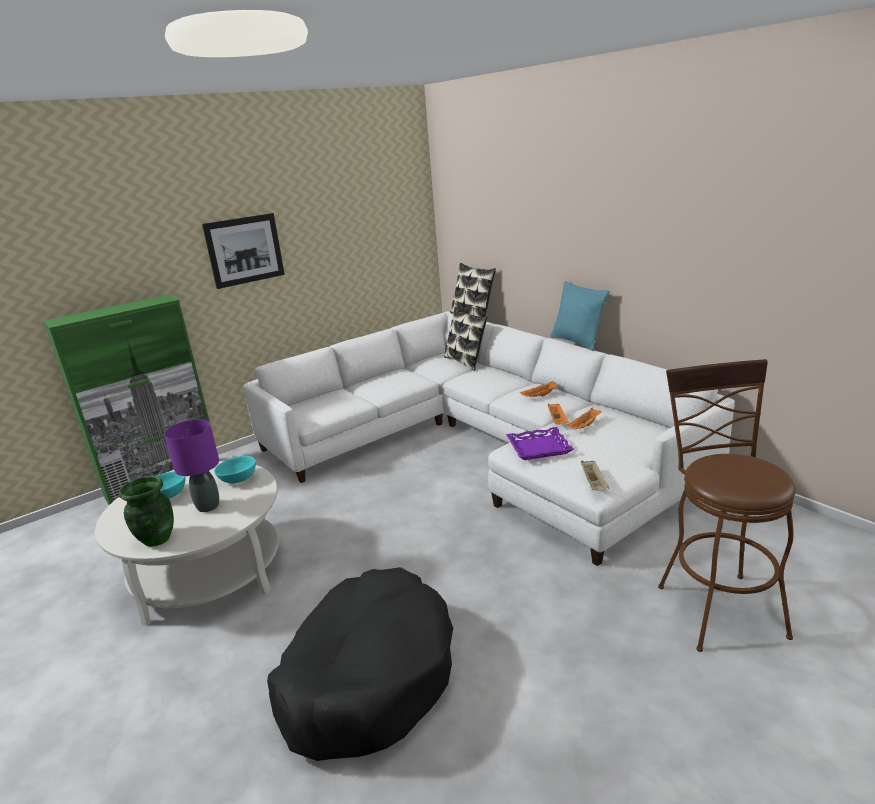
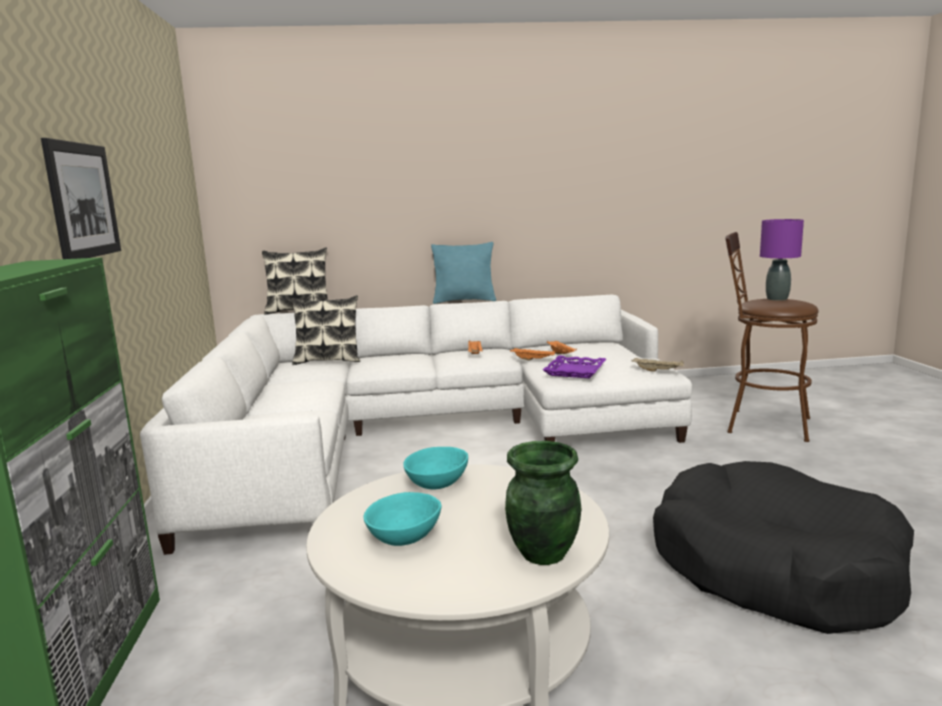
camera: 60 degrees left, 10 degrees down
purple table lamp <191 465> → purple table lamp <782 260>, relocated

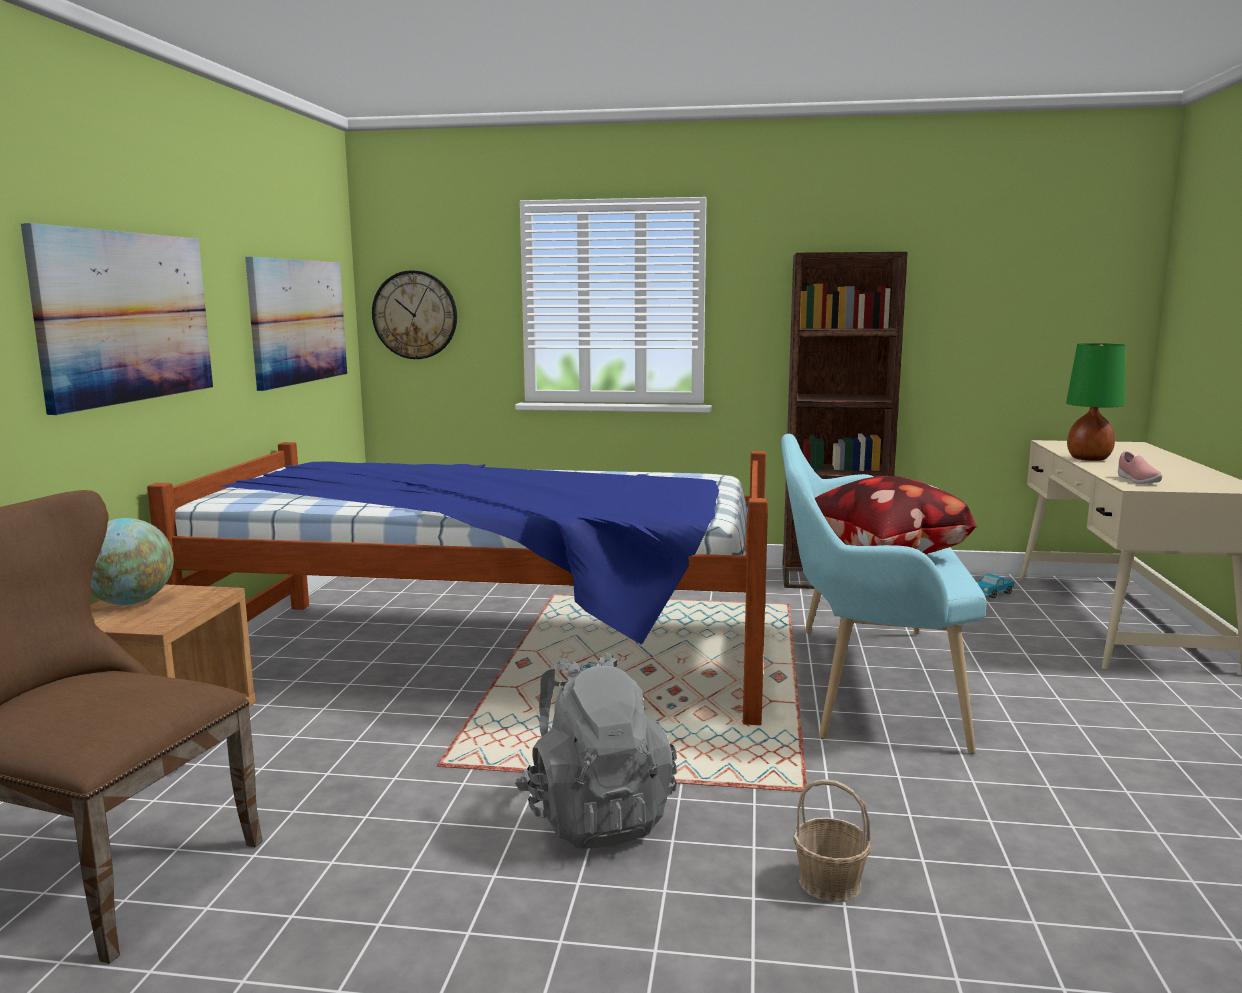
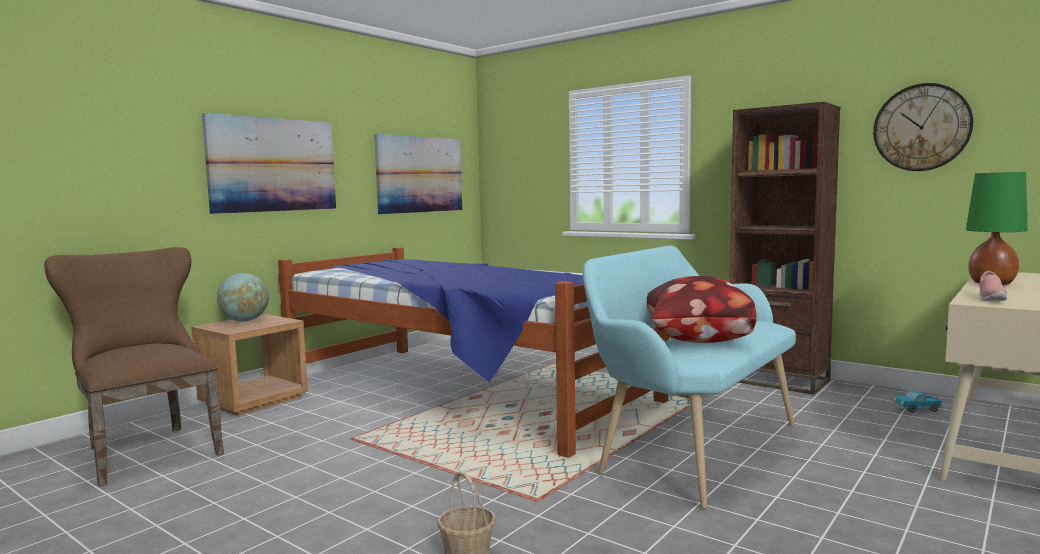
camera: 30 degrees right, 5 degrees down
grey backpack <595 751> → -
wall clock <414 314> → wall clock <923 127>, relocated

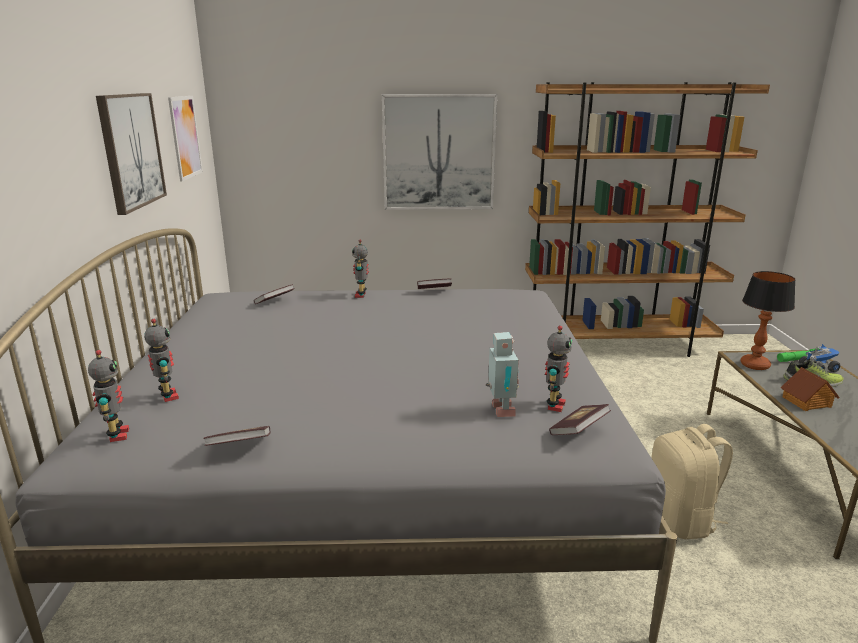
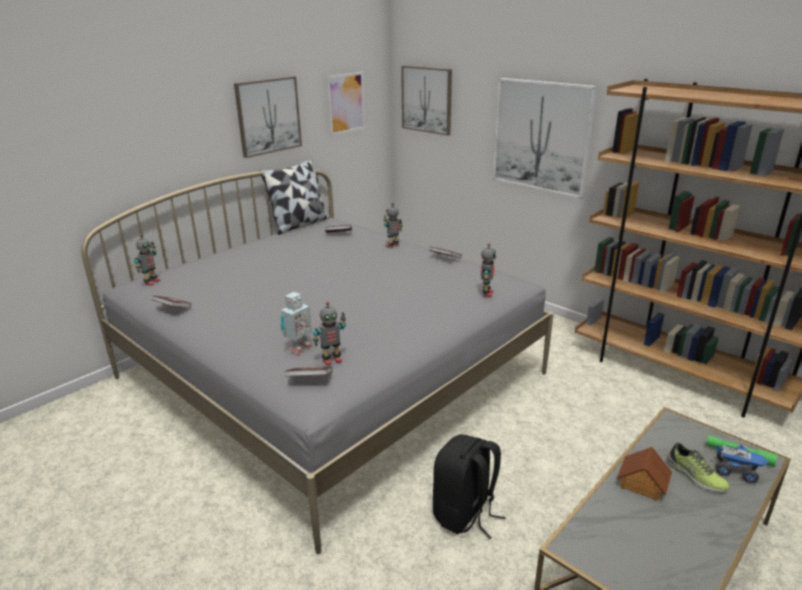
camera: 45 degrees right, 5 degrees up
table lamp <767 320> → -
- → pillow <294 197>
- → picture <426 100>
toy robot <161 360> → toy robot <488 270>, relocated
beige backpack <692 481> → black backpack <469 486>

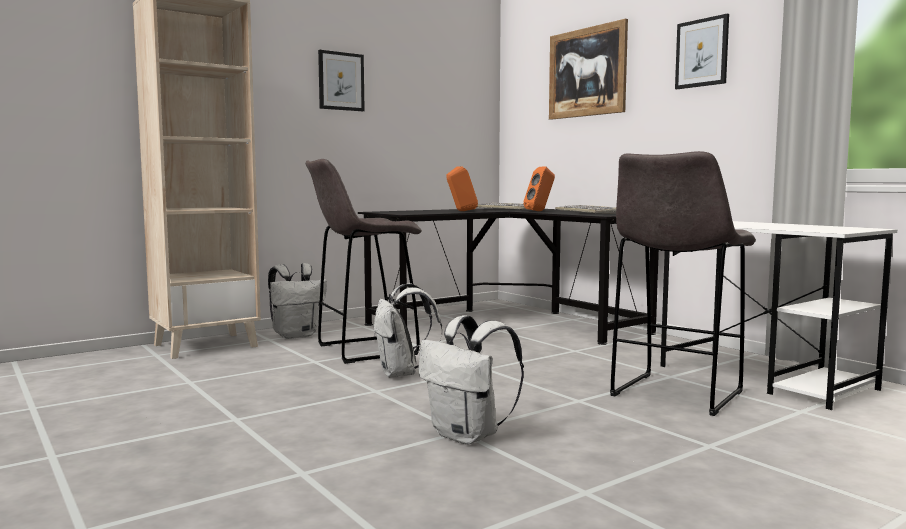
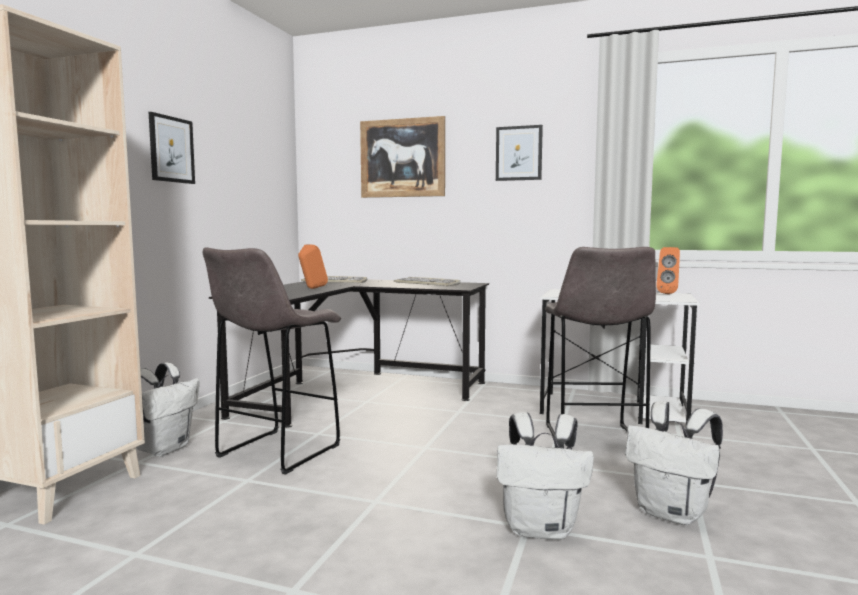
camera: 35 degrees left, 0 degrees up
white backpack <408 330> → white backpack <674 463>, relocated
orange speaker <539 188> → orange speaker <668 270>, relocated

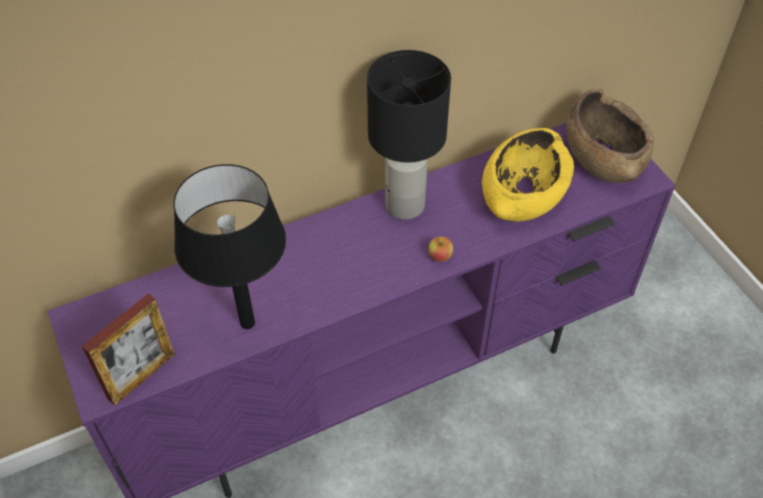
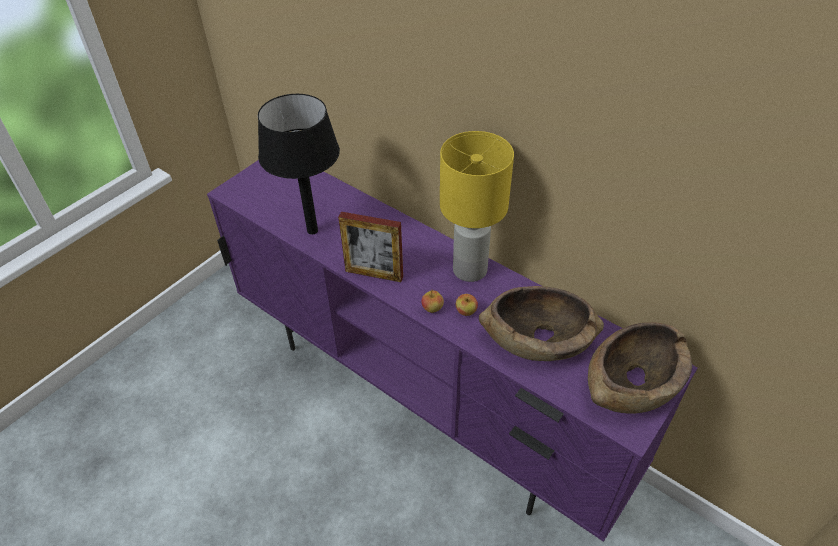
camera: 65 degrees right, 5 degrees down
- → apple <467 305>
picture frame <128 349> → picture frame <370 247>, relocated
black table lamp <409 135> → yellow table lamp <477 206>
yellow bowl <528 175> → brown bowl <541 323>

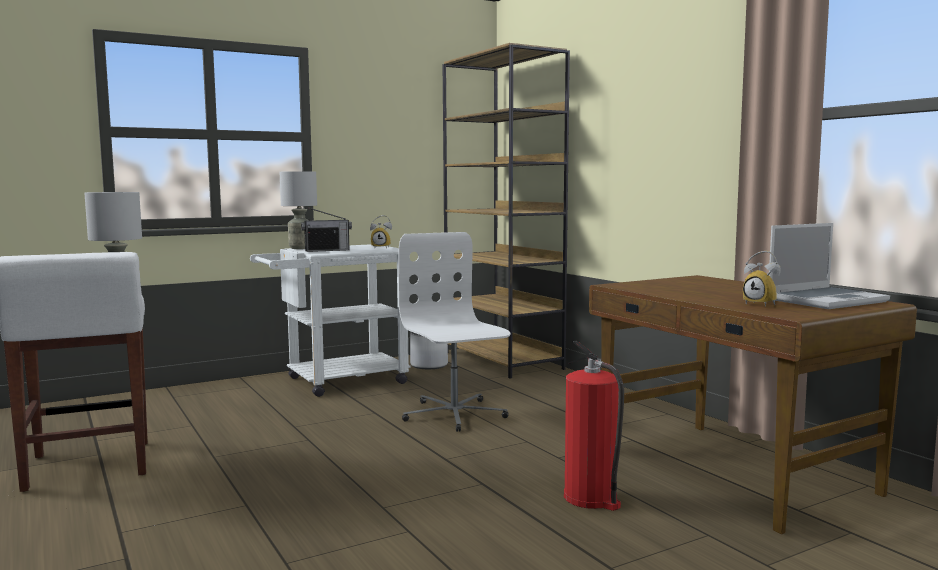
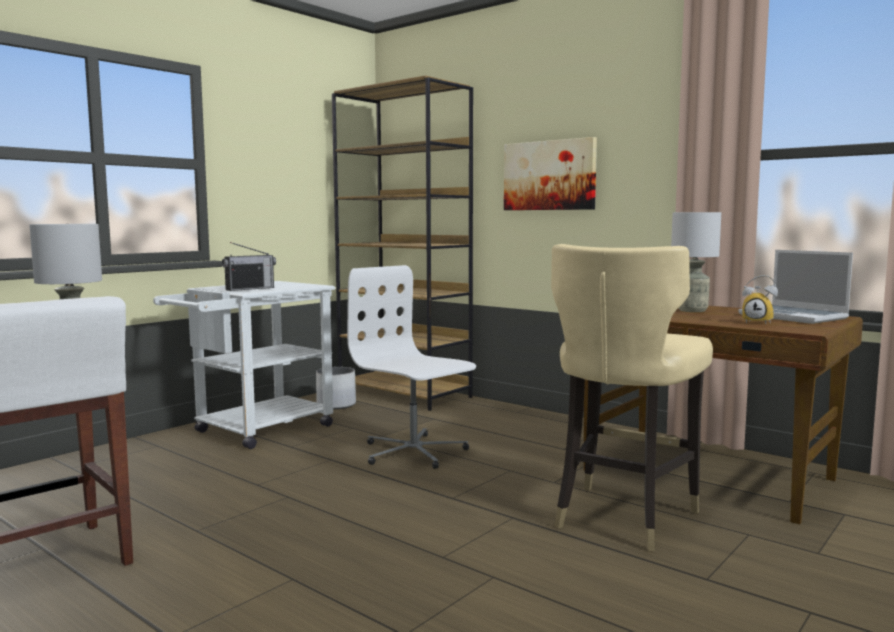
camera: 20 degrees left, 0 degrees up
alarm clock <381 232> → -
- → picture <550 173>
grey table lamp <298 210> → grey table lamp <696 262>, relocated
fire extinguisher <594 426> → beige chair <632 397>
laptop <829 266> → laptop <795 287>, 105 degrees clockwise

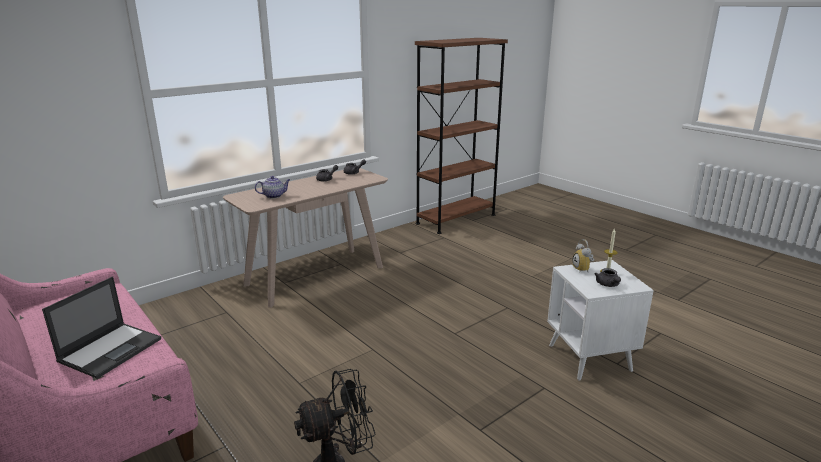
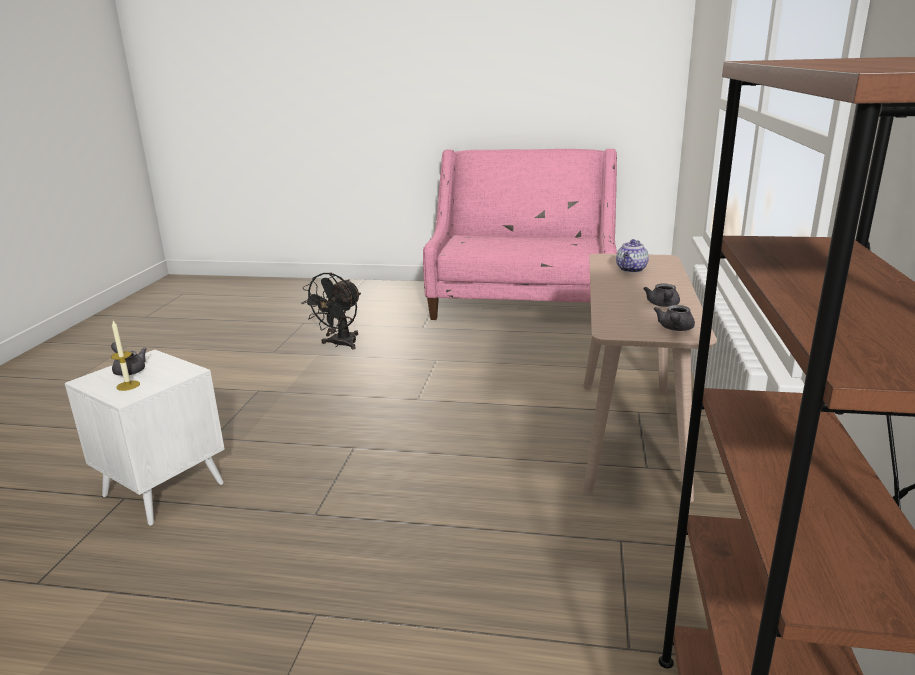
camera: 140 degrees right, 0 degrees up
laptop <101 327> → -
alarm clock <583 255> → -

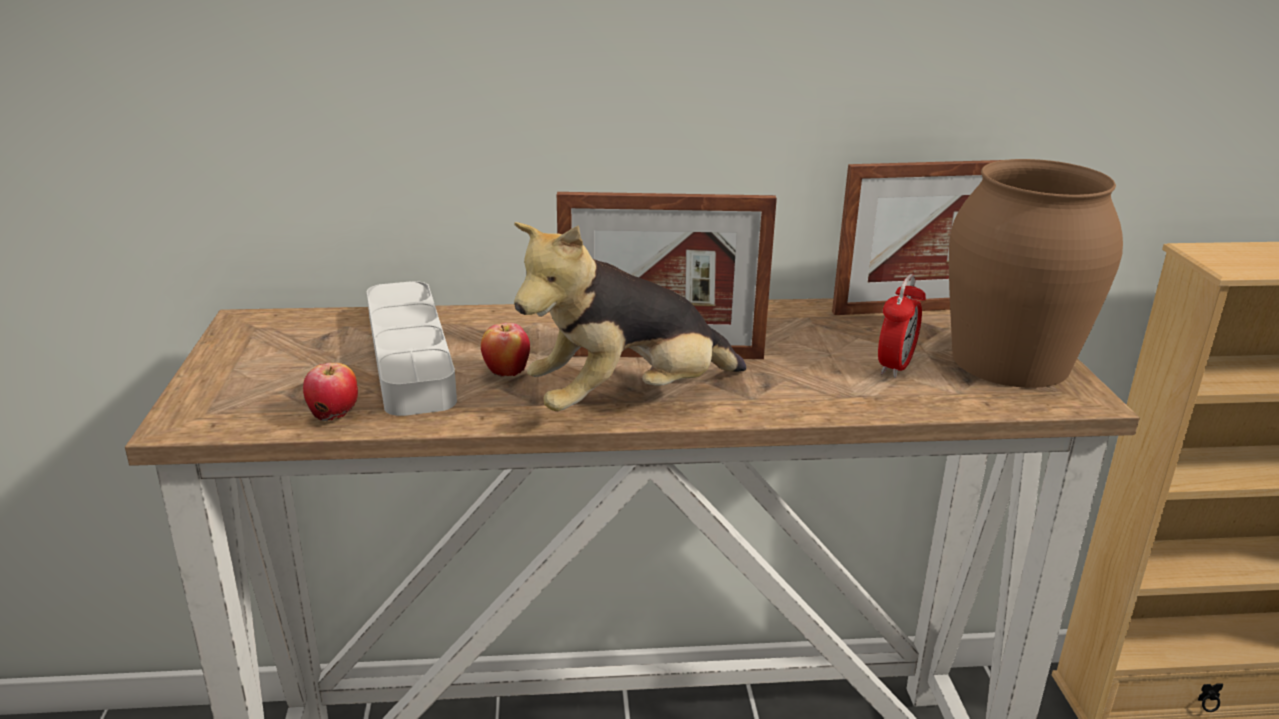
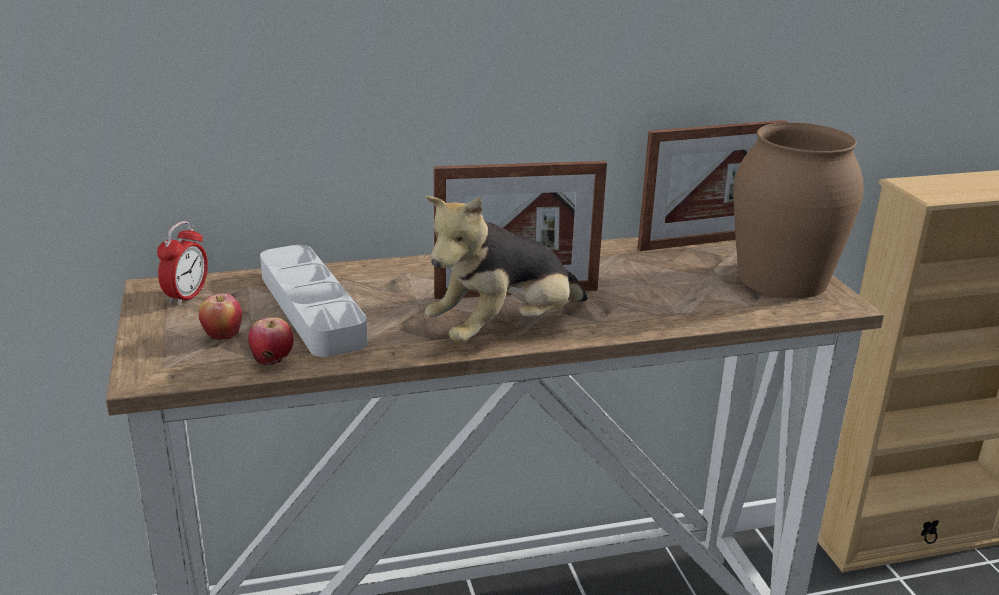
camera: 10 degrees left, 0 degrees up
apple <505 350> → apple <220 316>, relocated
alarm clock <902 326> → alarm clock <182 263>, relocated

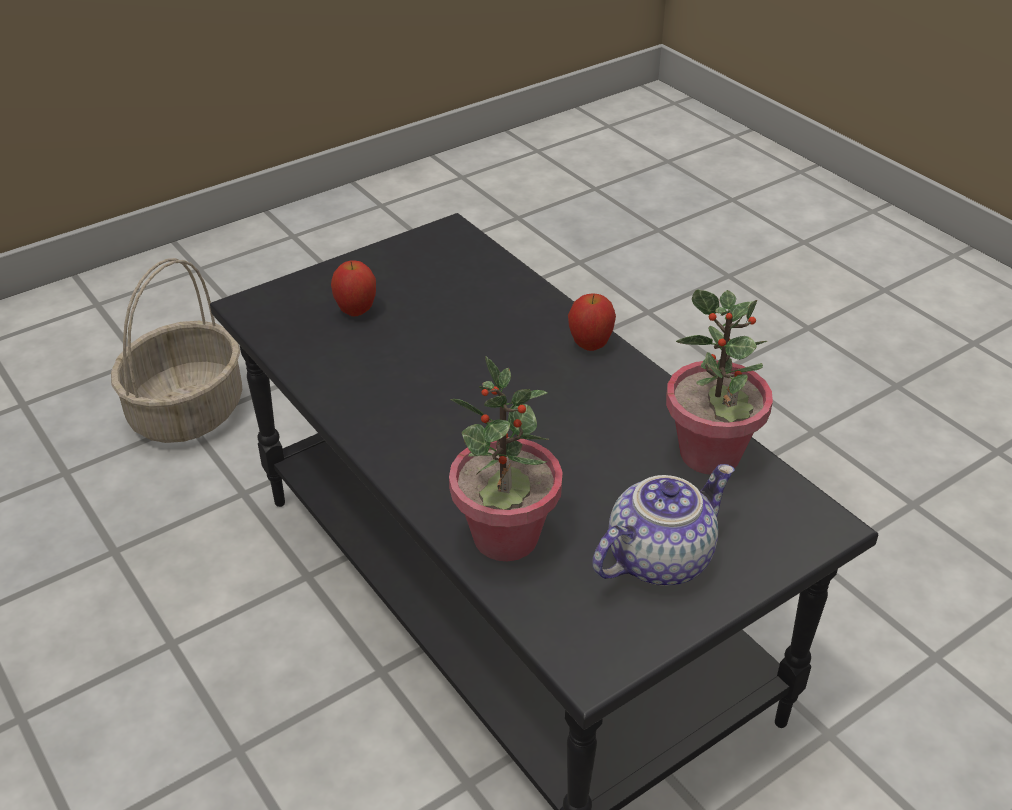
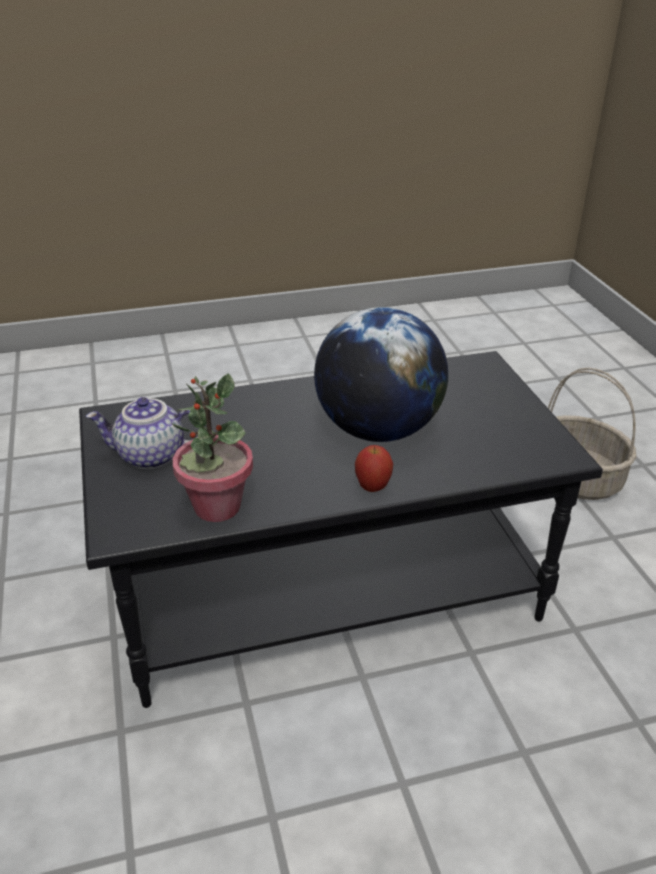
camera: 110 degrees right, 5 degrees down
apple <353 289> → -
potted plant <506 458> → -
- → globe <381 374>
teapot <663 525> → teapot <145 433>, 105 degrees clockwise

